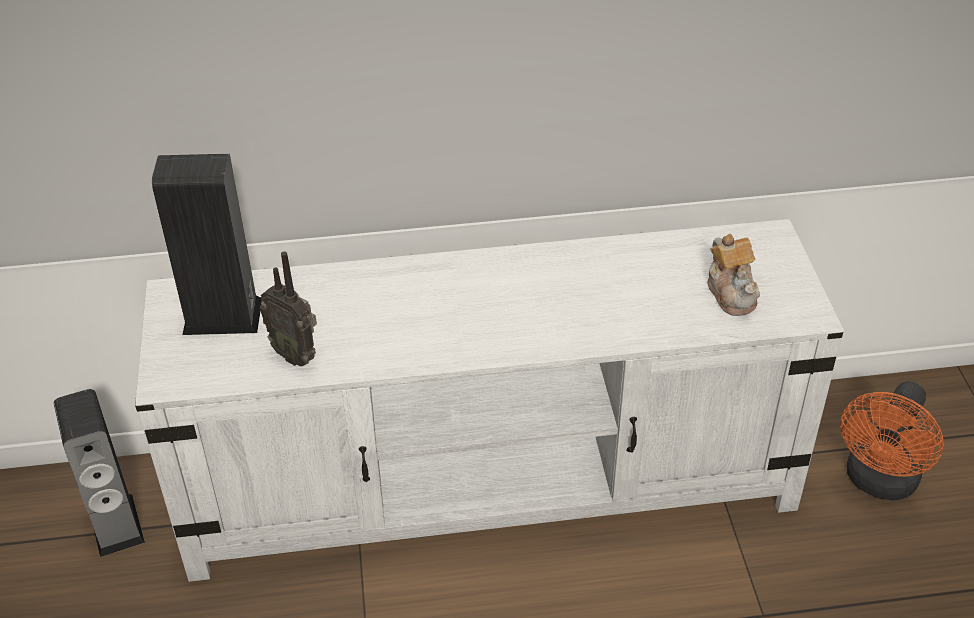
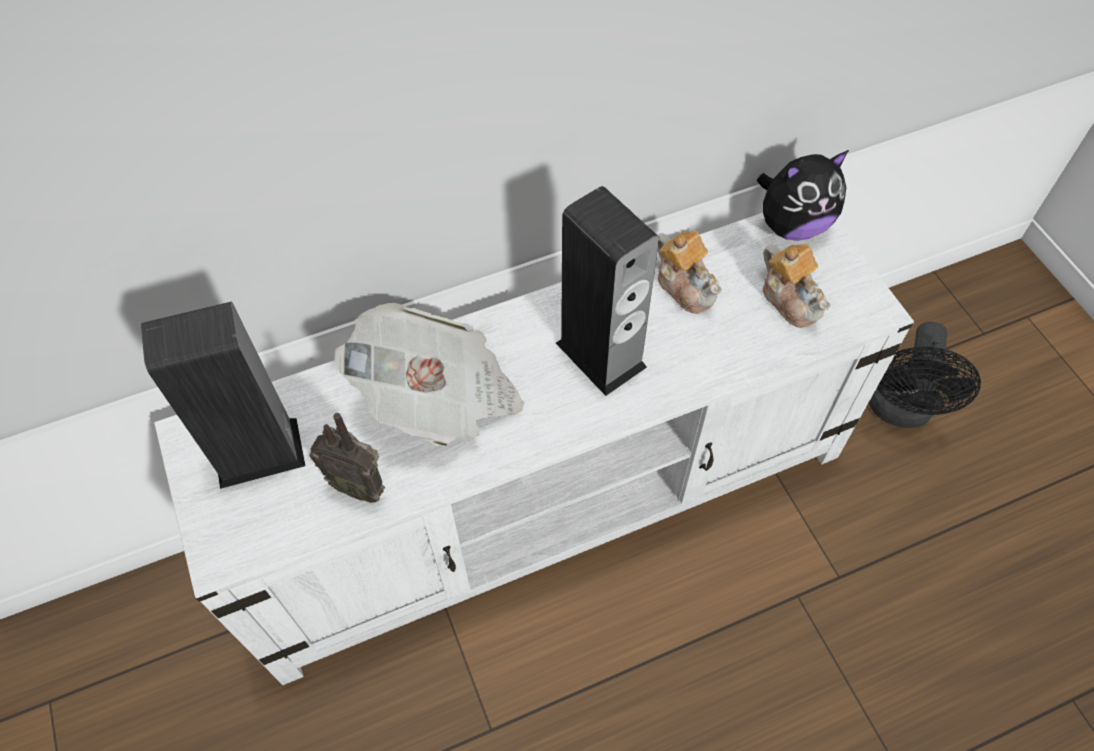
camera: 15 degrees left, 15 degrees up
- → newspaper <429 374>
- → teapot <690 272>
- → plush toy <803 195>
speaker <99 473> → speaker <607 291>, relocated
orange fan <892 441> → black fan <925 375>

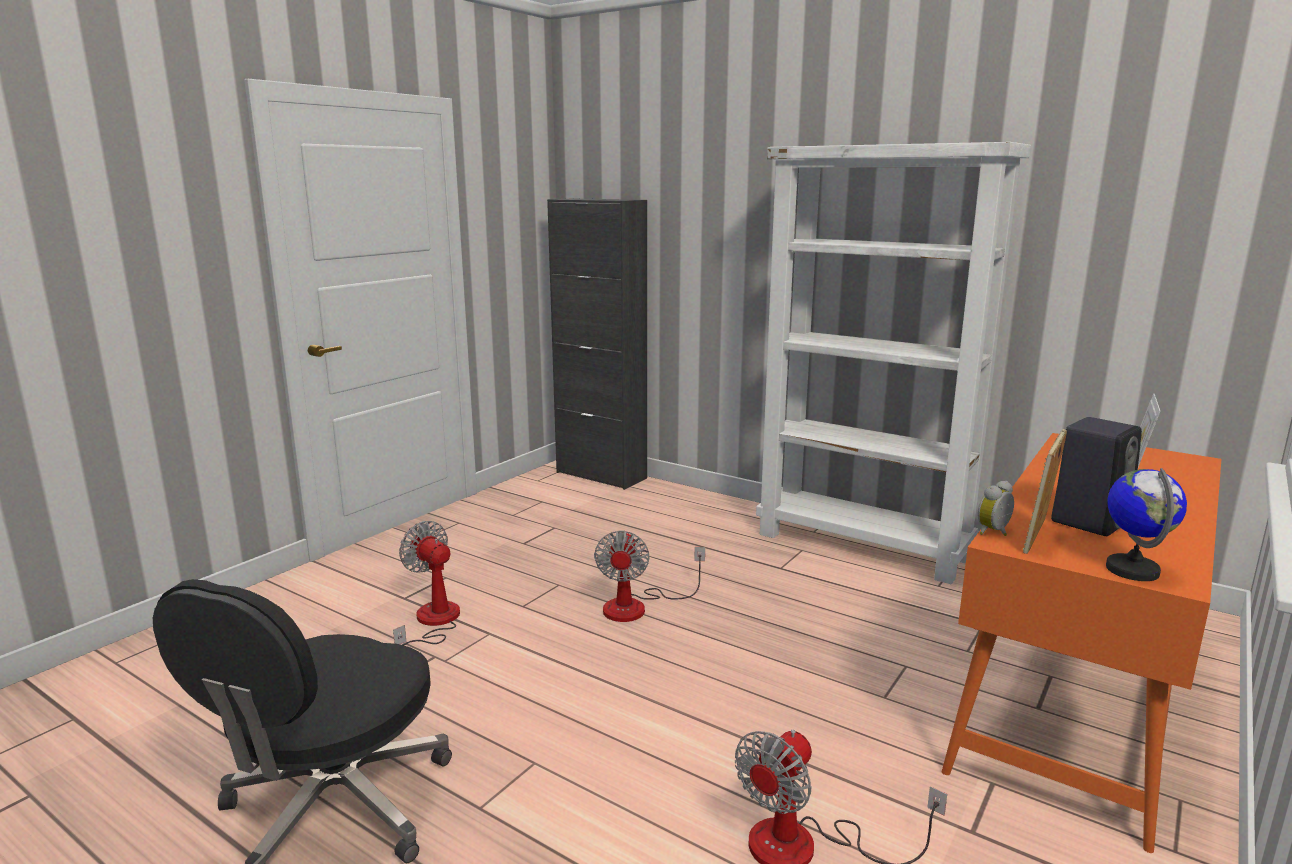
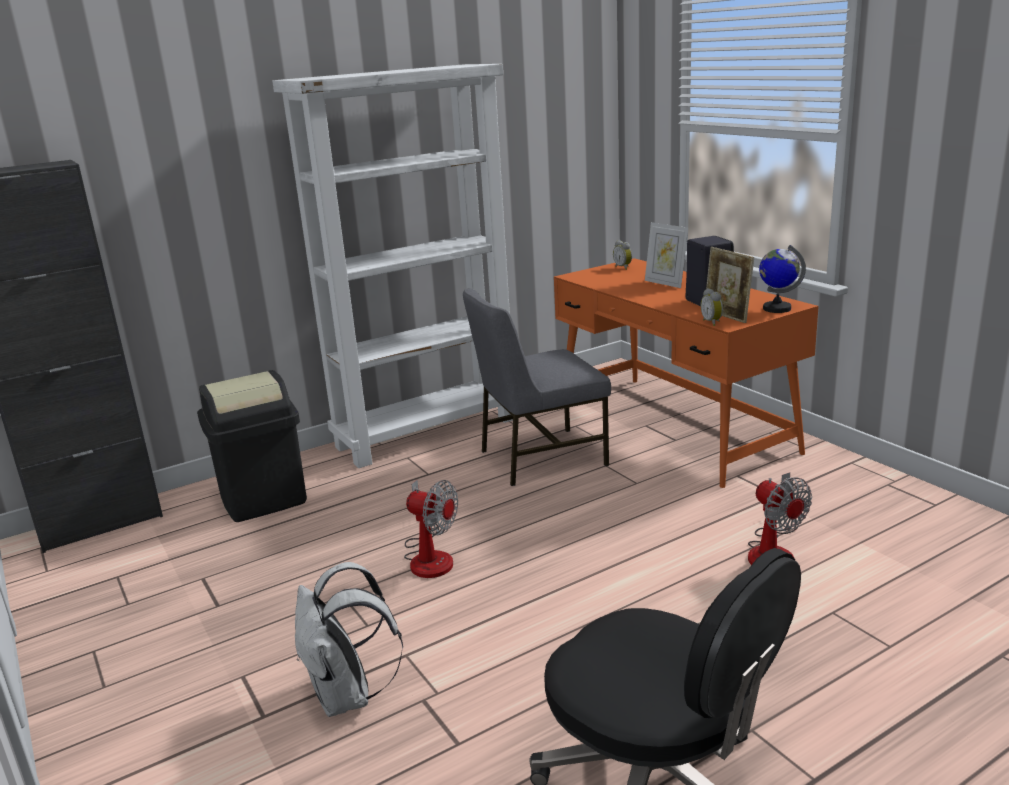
camera: 65 degrees left, 5 degrees up
- → black trash can <252 446>
- → grey chair <537 387>
- → alarm clock <622 255>
fan <426 583> → white backpack <349 639>

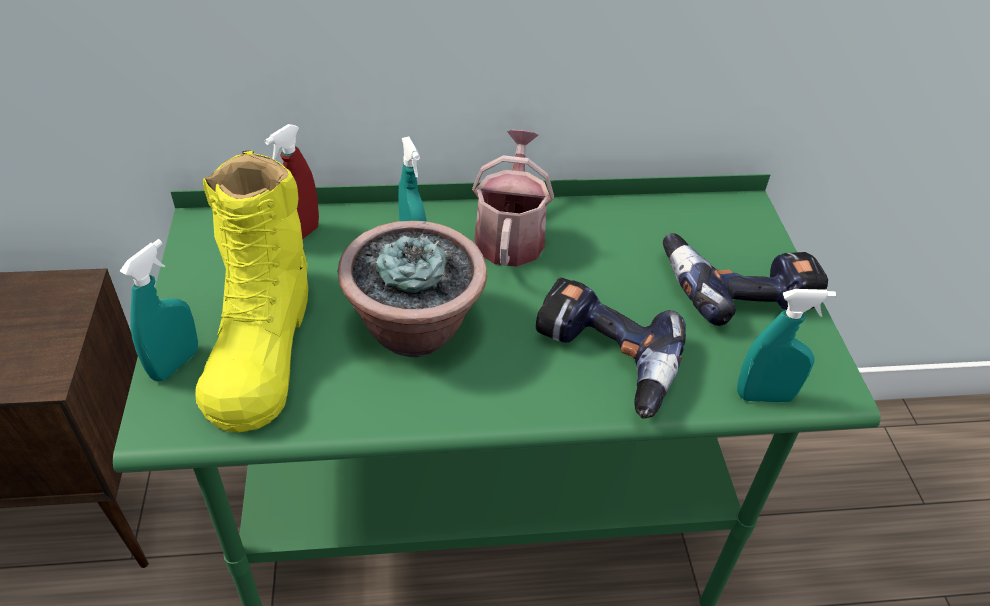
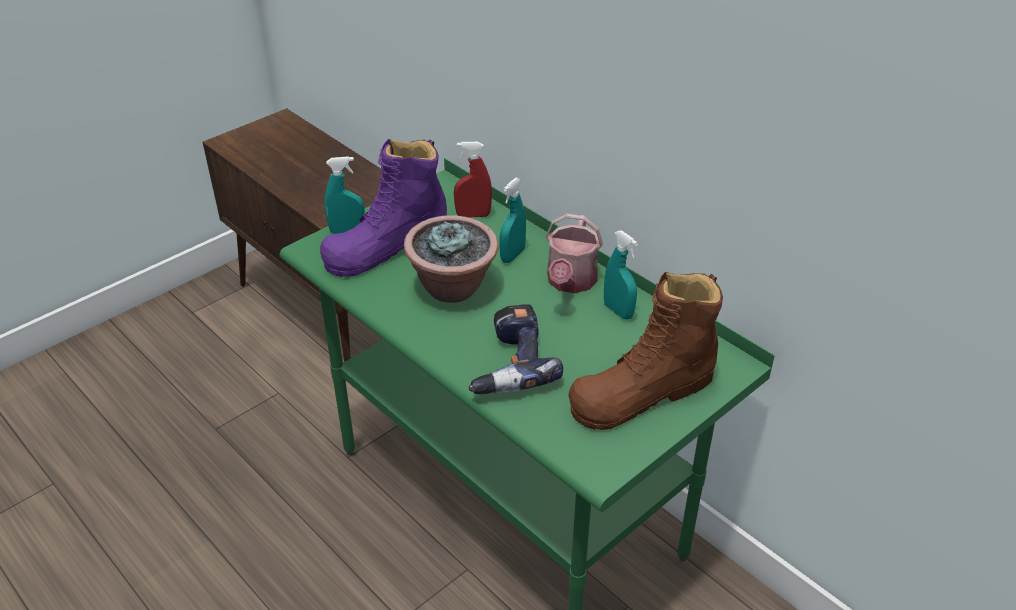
camera: 55 degrees right, 5 degrees down
turquoise spray bottle <786 345> → turquoise spray bottle <621 274>, relocated
power drill <745 279> → brown boot <645 351>
yellow boot <251 291> → purple boot <383 208>
watering can <513 198> → watering can <574 253>, 135 degrees clockwise

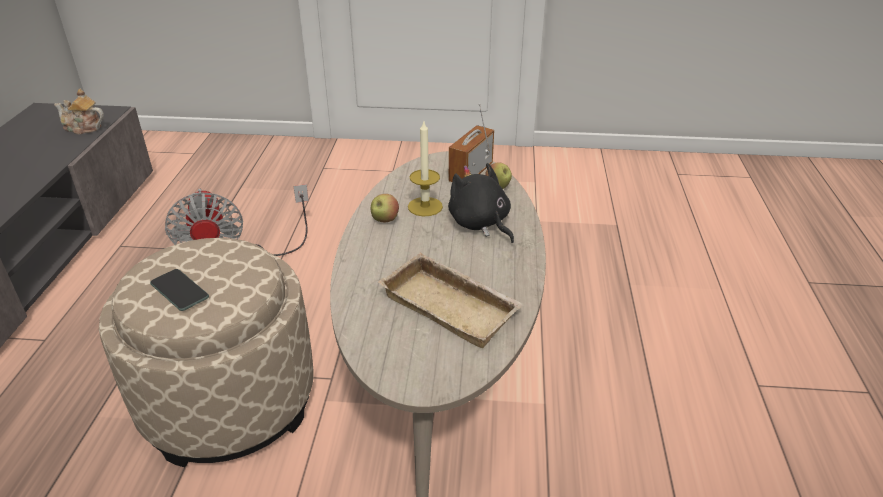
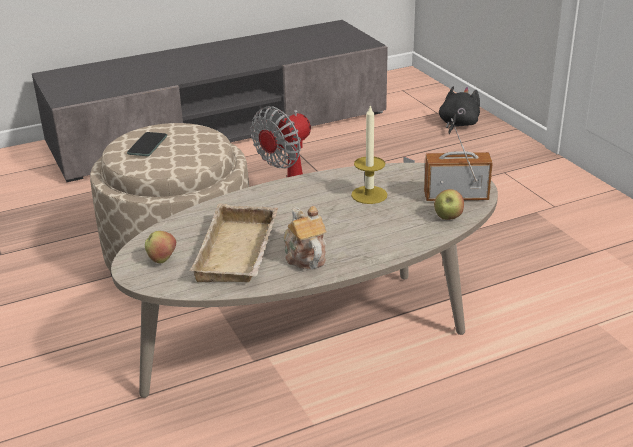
camera: 60 degrees right, 5 degrees down
teapot <79 112> → teapot <305 237>, relocated
apple <385 208> → apple <160 247>, relocated
black plush toy <481 203> → black plush toy <459 110>, relocated

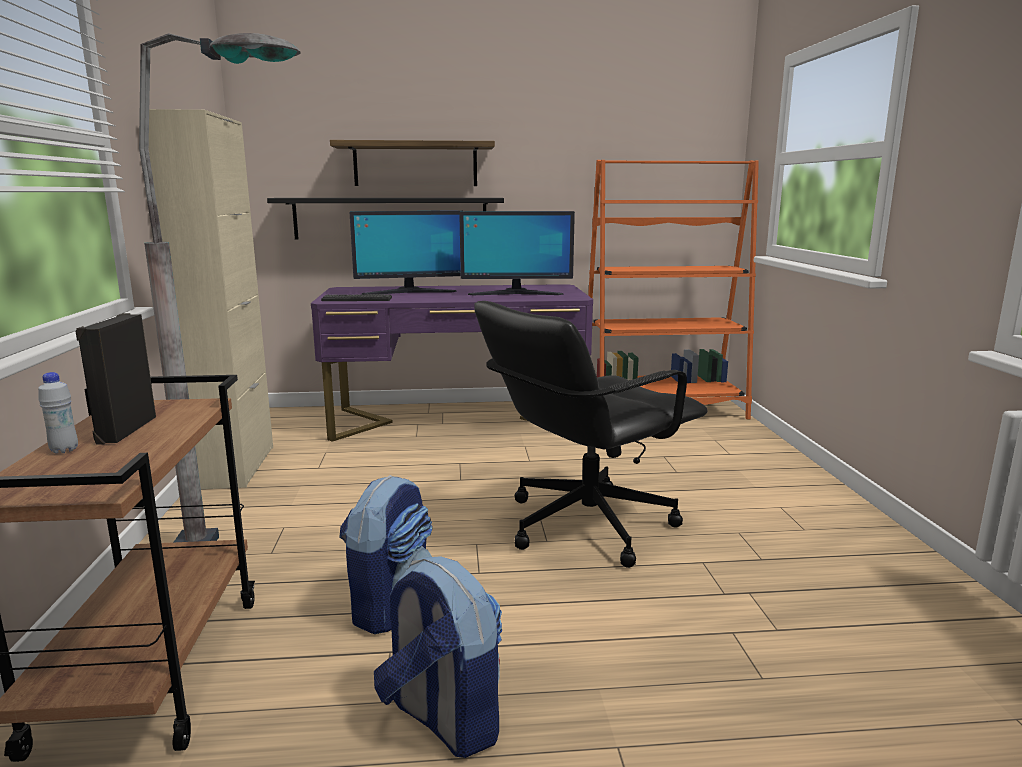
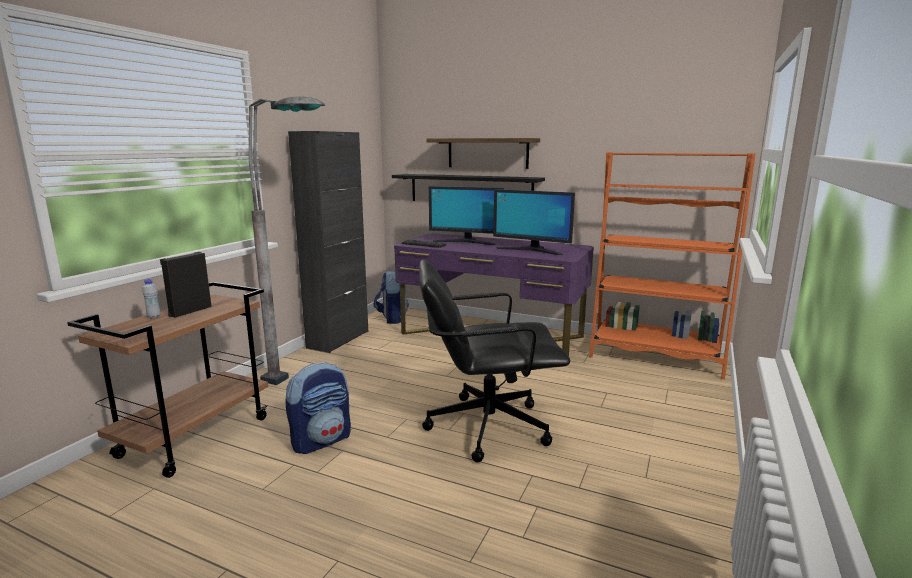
camera: 30 degrees right, 0 degrees up
backpack <438 657> → backpack <391 297>, relocated
beige cabinet <211 299> → black cabinet <328 242>

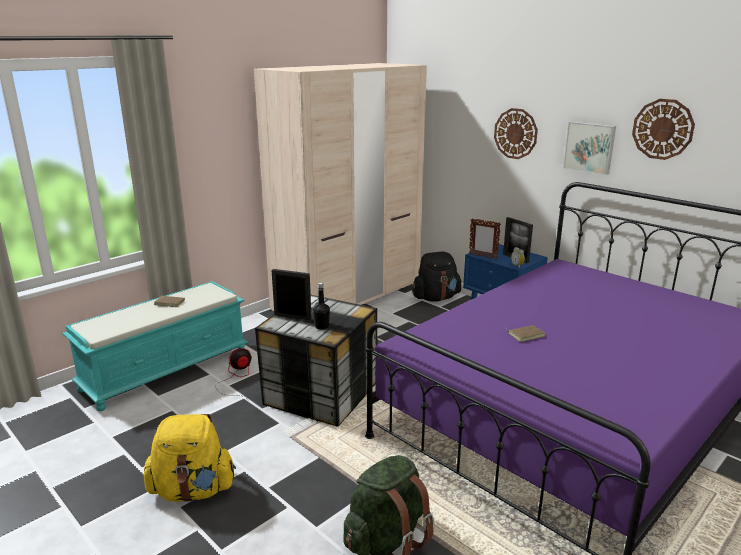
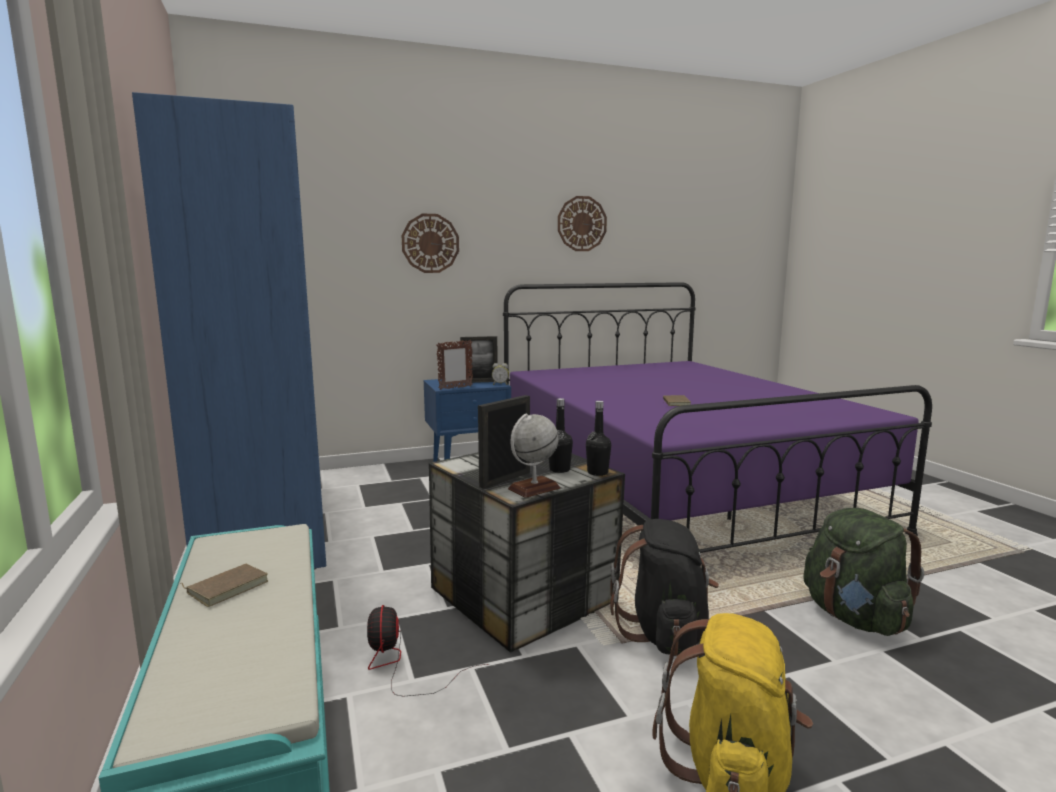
camera: 65 degrees left, 10 degrees down
picture <589 148> → -
- → globe <534 455>
- → black bottle <598 438>
black backpack <436 277> → black backpack <664 587>, relocated
beige wardrobe <340 187> → blue wardrobe <229 331>

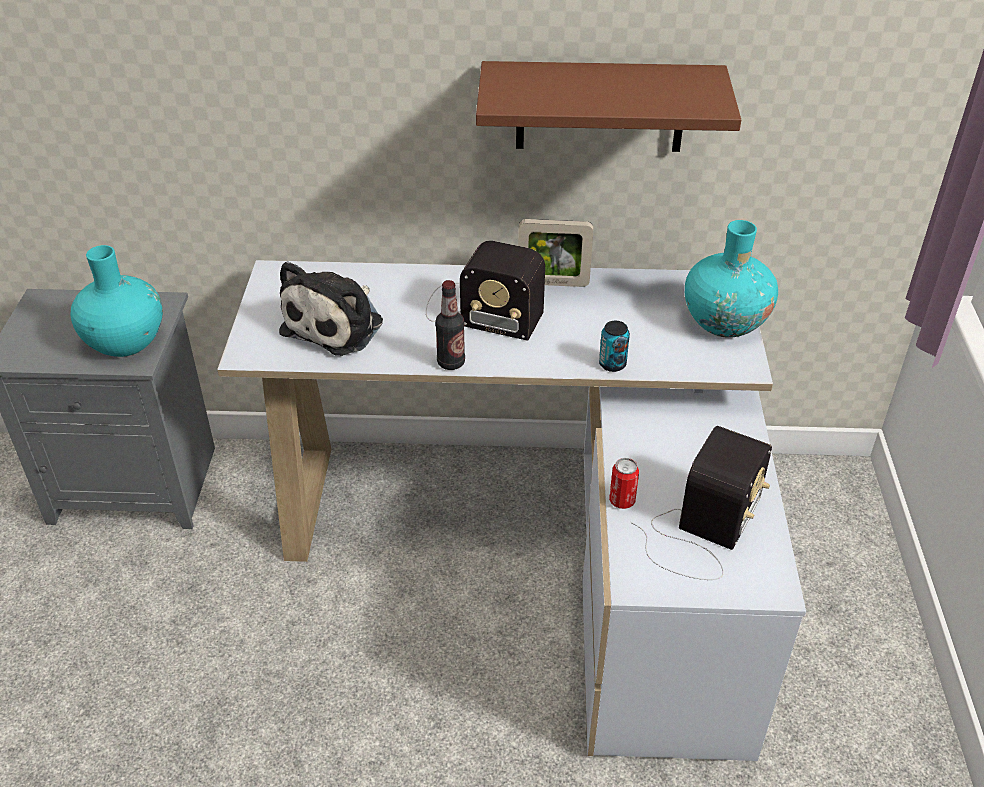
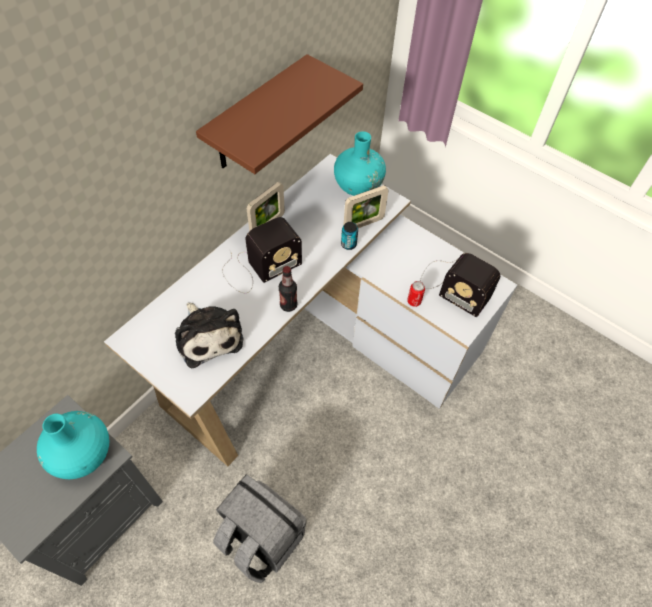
camera: 55 degrees left, 15 degrees up
- → grey backpack <259 529>
- → picture frame <366 206>
radio <701 503> → radio <460 285>, 150 degrees clockwise

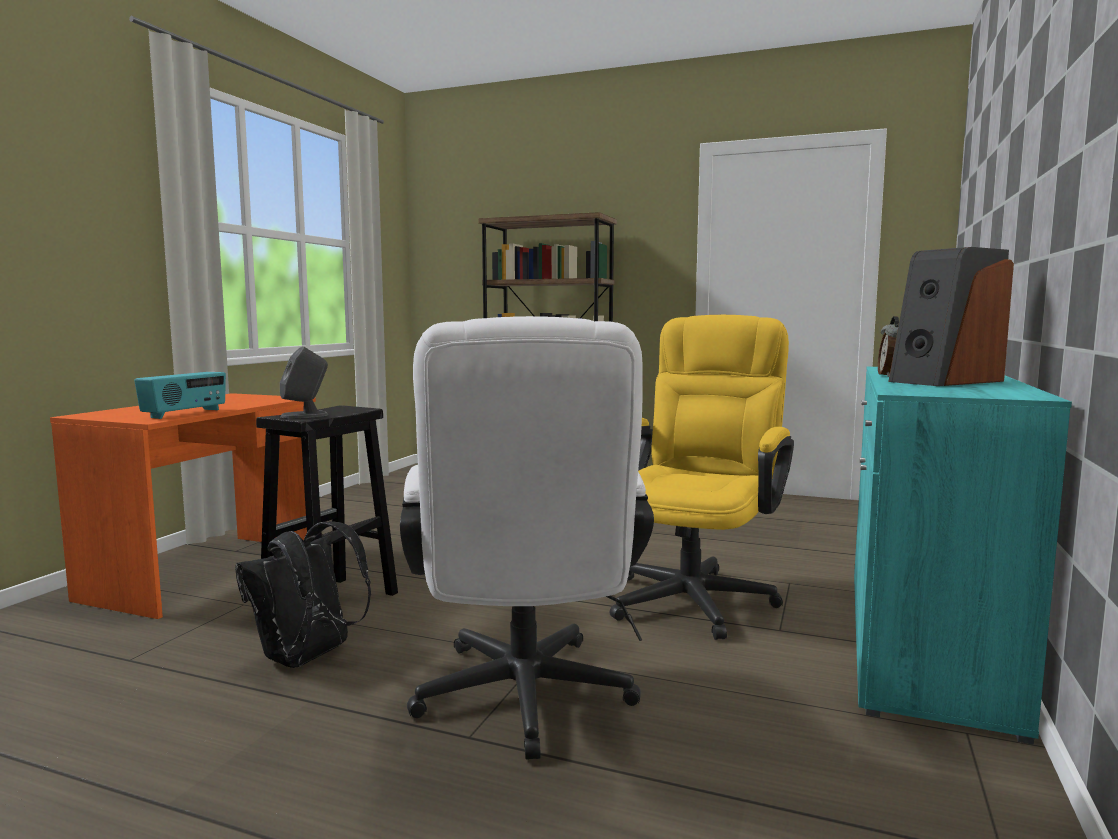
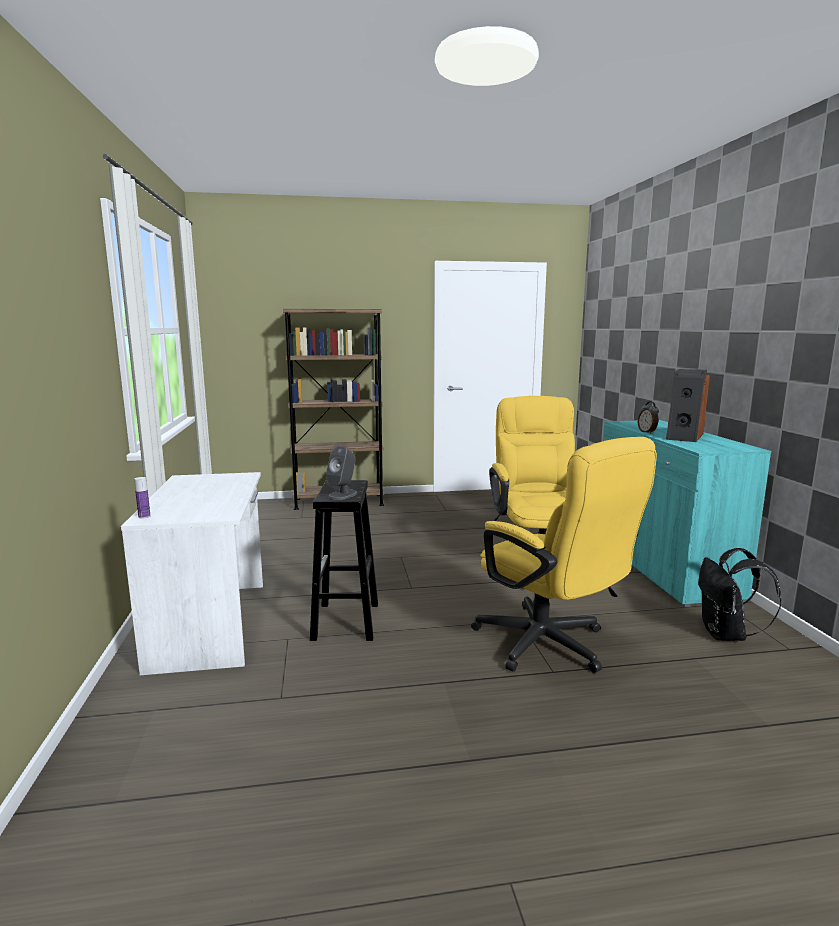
camera: 30 degrees left, 5 degrees up
radio <180 395> → -
- → bottle <142 498>
black backpack <303 594> → black backpack <739 594>, relocated
orange desk <183 506> → white desk <192 573>
white office chair <527 538> → yellow office chair <564 555>

